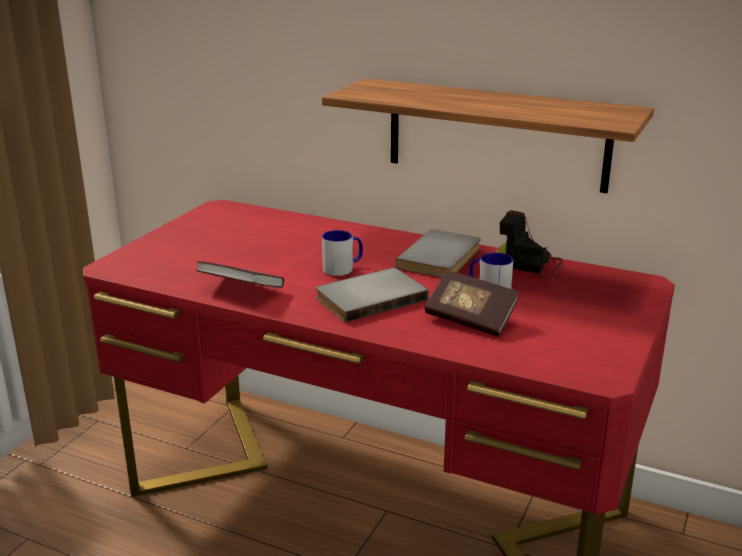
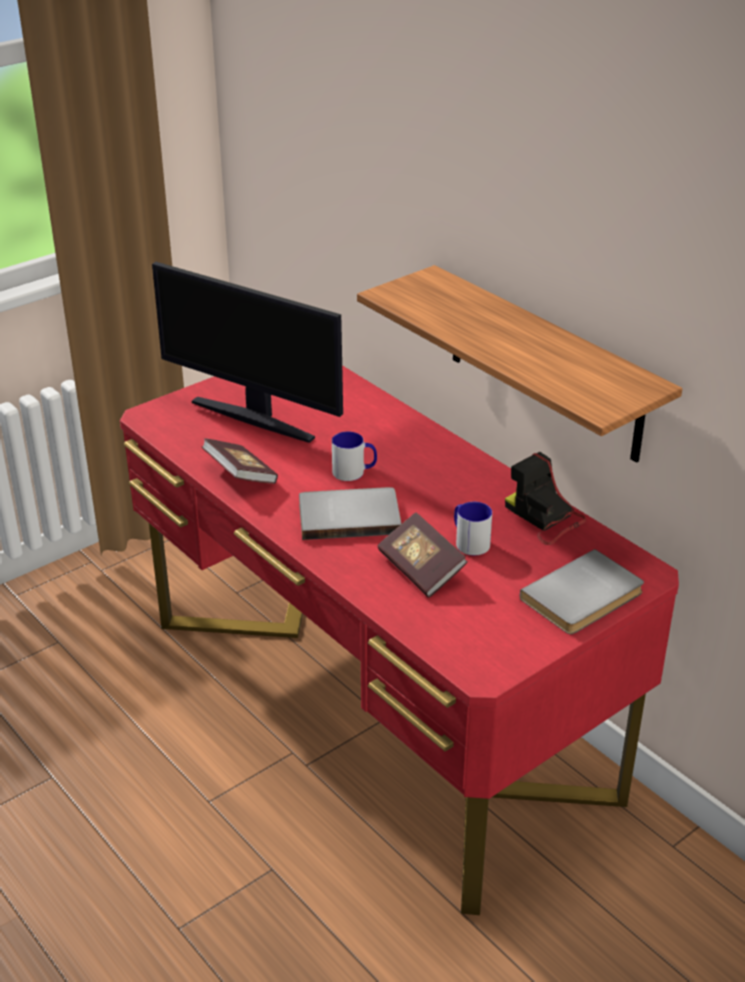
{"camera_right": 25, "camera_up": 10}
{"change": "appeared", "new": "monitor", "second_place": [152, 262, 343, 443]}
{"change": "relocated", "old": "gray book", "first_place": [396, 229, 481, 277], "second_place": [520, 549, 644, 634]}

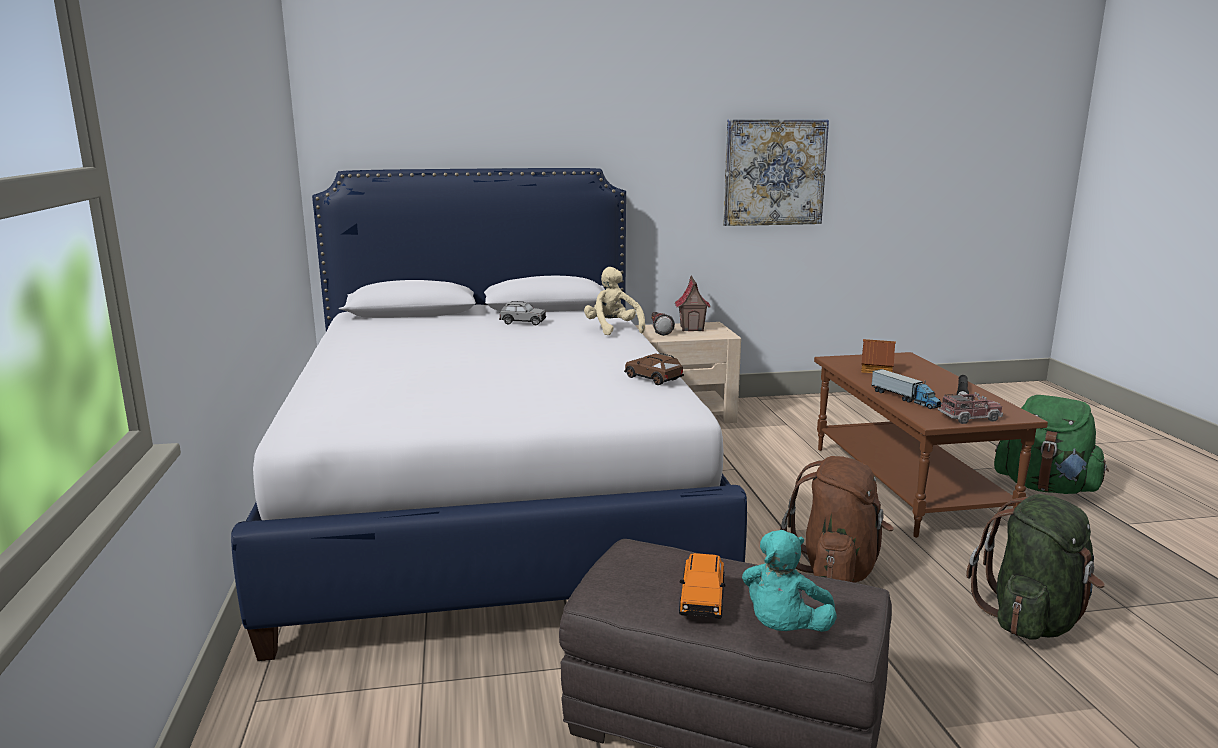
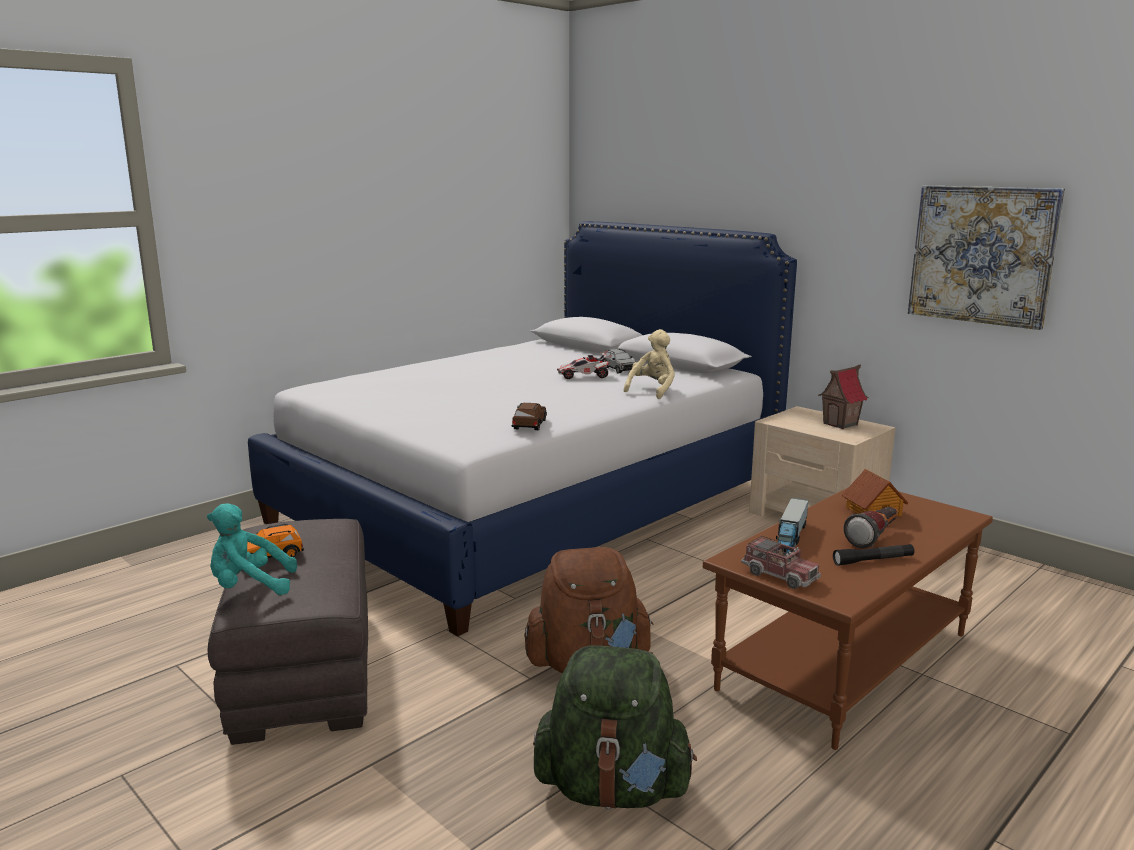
{"camera_right": 55, "camera_up": 0}
{"change": "appeared", "new": "miniature car", "second_place": [557, 351, 612, 379]}
{"change": "relocated", "old": "hand torch", "first_place": [651, 312, 675, 336], "second_place": [844, 507, 898, 549]}
{"change": "missing", "old": "green-coloured rucksack", "first_place": [994, 395, 1109, 494]}

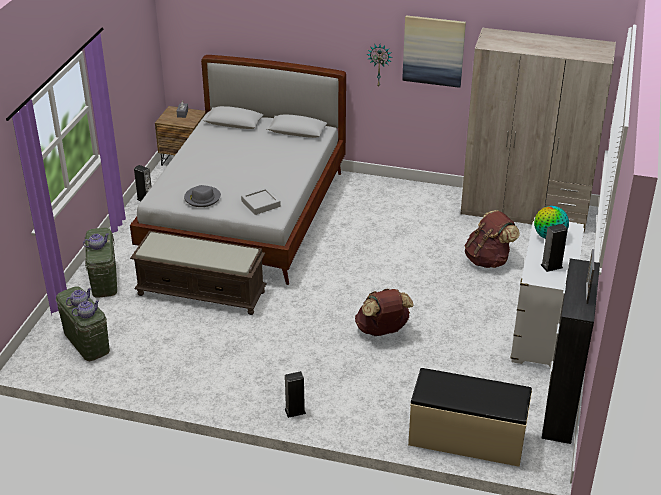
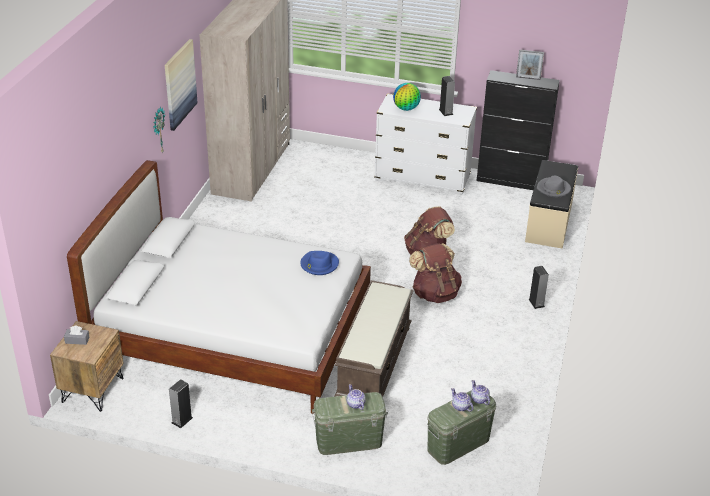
{"camera_right": -90, "camera_up": 0}
{"change": "exchanged", "old": "gray serving tray", "new": "blue-coloured clothing hat", "first_place": [241, 187, 281, 215], "second_place": [300, 251, 339, 275]}
{"change": "relocated", "old": "brown rucksack", "first_place": [464, 210, 520, 268], "second_place": [409, 243, 462, 303]}
{"change": "relocated", "old": "gray clothing hat", "first_place": [184, 185, 221, 207], "second_place": [537, 176, 571, 197]}

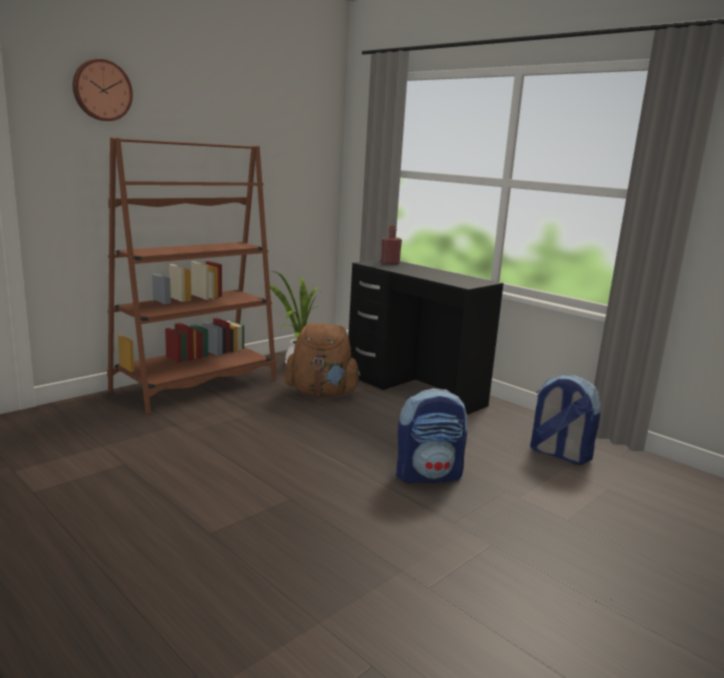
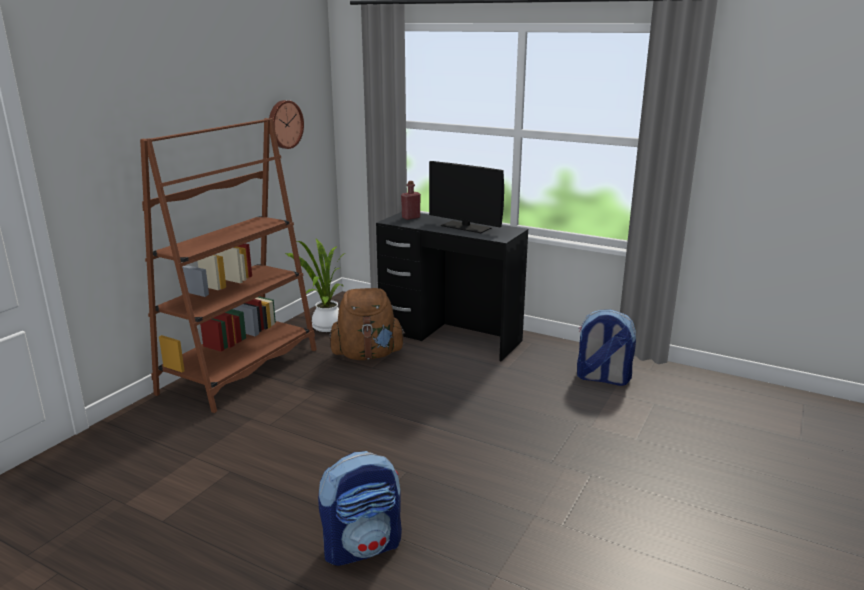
{"camera_right": -15, "camera_up": 5}
{"change": "relocated", "old": "wall clock", "first_place": [73, 59, 133, 121], "second_place": [269, 100, 304, 149]}
{"change": "relocated", "old": "rucksack", "first_place": [396, 388, 468, 483], "second_place": [318, 451, 402, 566]}
{"change": "appeared", "new": "monitor", "second_place": [429, 161, 504, 233]}

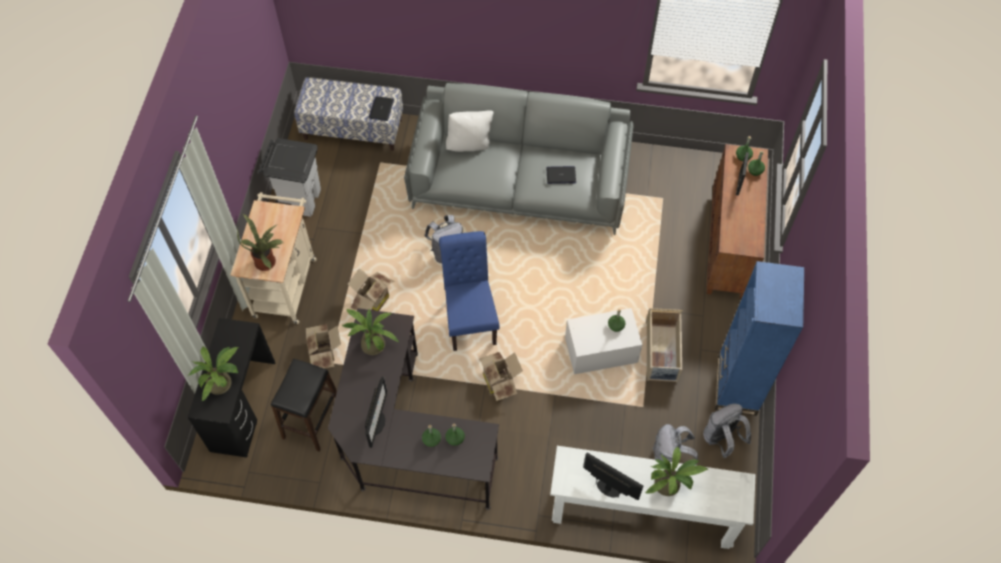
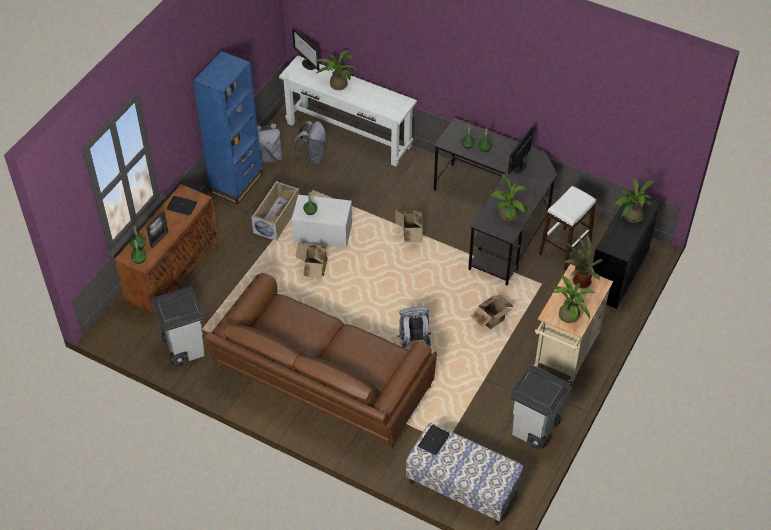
{"camera_right": -160, "camera_up": -10}
{"change": "appeared", "new": "gray waste bin", "second_place": [148, 286, 205, 366]}
{"change": "relocated", "old": "portable computer", "first_place": [546, 166, 576, 184], "second_place": [167, 196, 197, 216]}
{"change": "colour", "old": "gray sofa", "new": "brown sofa", "first_place": [404, 83, 633, 235], "second_place": [205, 273, 437, 451]}
{"change": "relocated", "old": "monitor", "first_place": [583, 453, 643, 500], "second_place": [292, 28, 319, 70]}
{"change": "relocated", "old": "packing box", "first_place": [306, 324, 341, 368], "second_place": [295, 243, 328, 278]}
{"change": "colour", "old": "black-coloured sitting stool", "new": "white-coloured sitting stool", "first_place": [271, 359, 337, 451], "second_place": [539, 186, 596, 270]}
{"change": "appeared", "new": "plant in a pot", "second_place": [553, 275, 595, 323]}
{"change": "missing", "old": "blue-coloured plain chair", "first_place": [439, 231, 499, 351]}
{"change": "missing", "old": "white-coloured cushion", "first_place": [446, 111, 494, 152]}

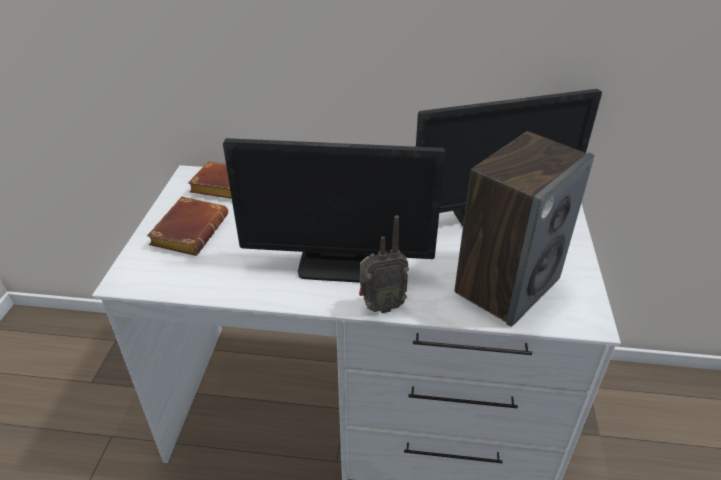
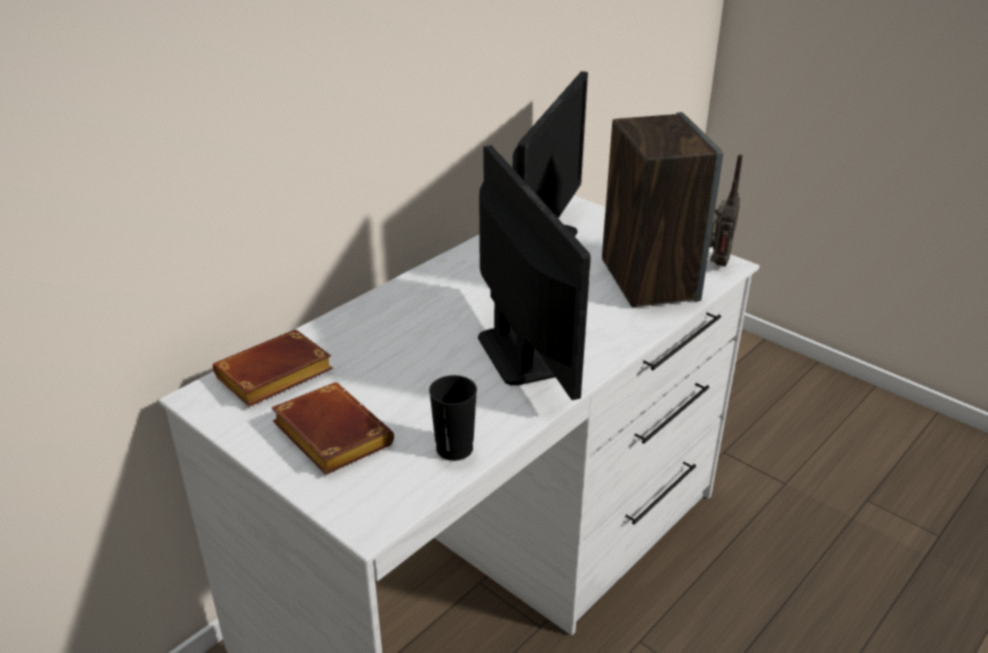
{"camera_right": -55, "camera_up": -5}
{"change": "appeared", "new": "black-coloured small cup", "second_place": [429, 375, 477, 461]}
{"change": "spun", "old": "monitor", "first_place": [223, 138, 445, 283], "second_place": [478, 145, 591, 400], "degrees": -60}
{"change": "relocated", "old": "radio receiver", "first_place": [359, 215, 409, 313], "second_place": [709, 154, 743, 267]}

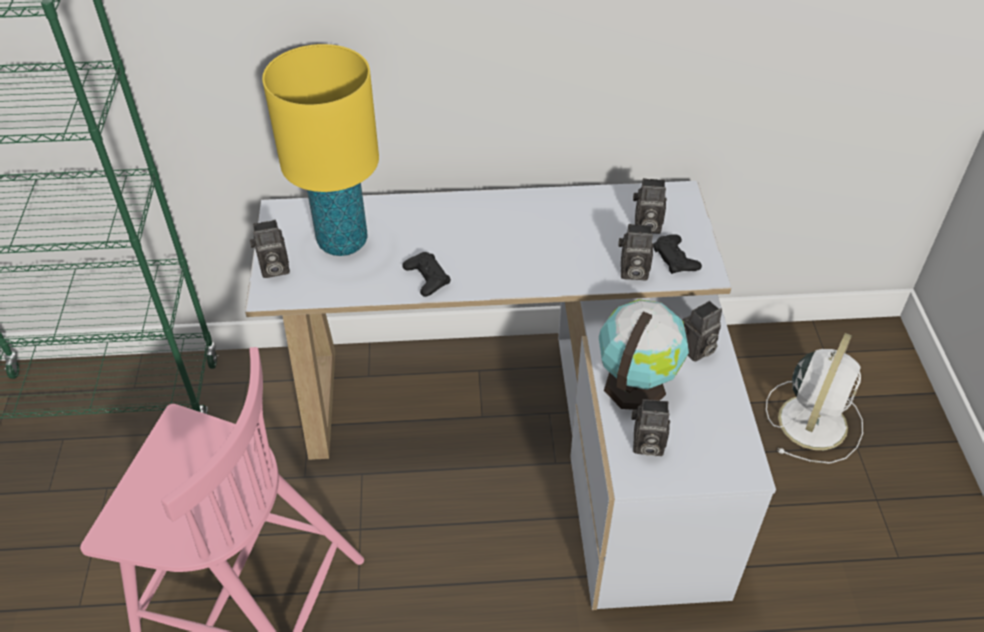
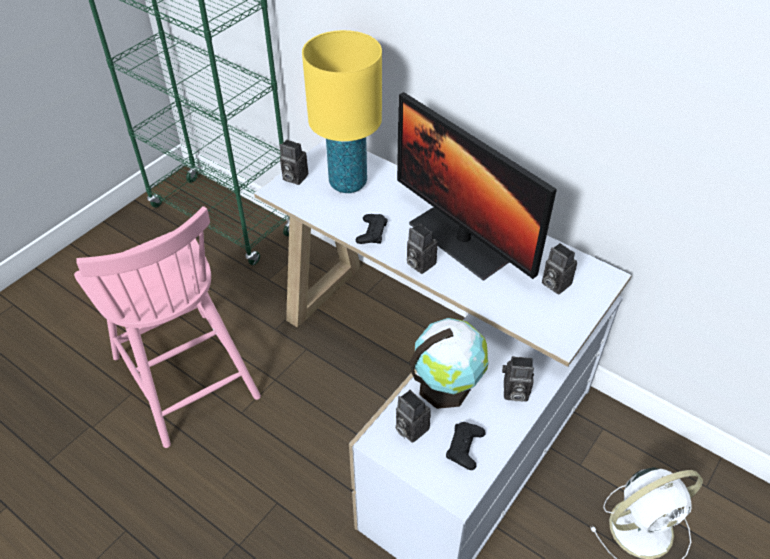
{"camera_right": 40, "camera_up": 0}
{"change": "appeared", "new": "monitor", "second_place": [397, 92, 557, 281]}
{"change": "relocated", "old": "photo camera", "first_place": [618, 224, 654, 280], "second_place": [407, 223, 437, 274]}
{"change": "relocated", "old": "black-coloured game controller", "first_place": [653, 234, 702, 274], "second_place": [446, 422, 486, 470]}

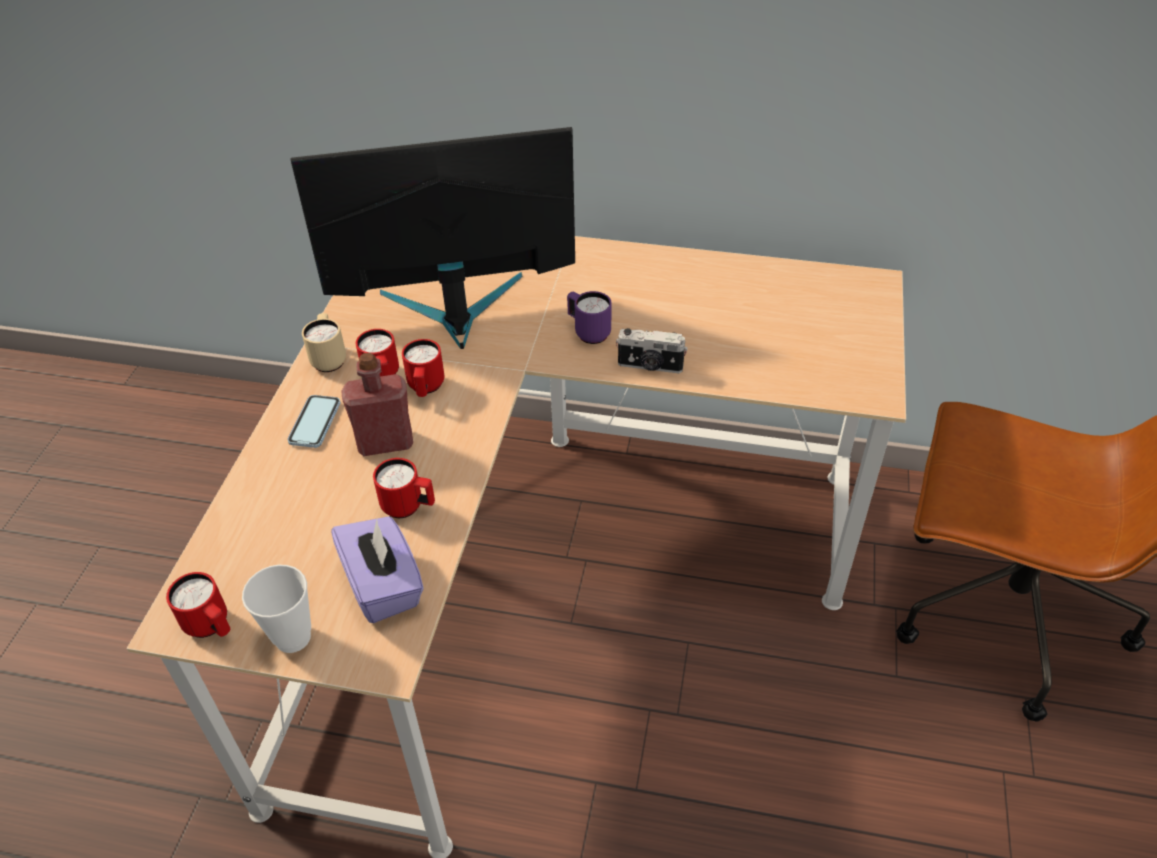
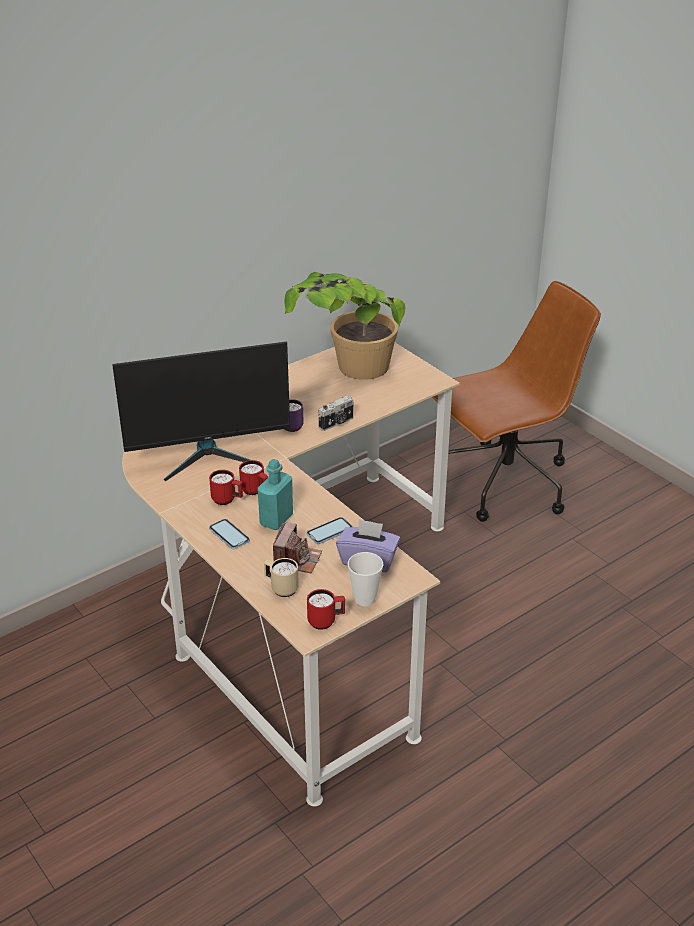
{"camera_right": -50, "camera_up": -10}
{"change": "spun", "old": "monitor", "first_place": [291, 127, 575, 349], "second_place": [112, 342, 290, 481], "degrees": -135}
{"change": "colour", "old": "reddish beverage bottle", "new": "turquoise-coloured beverage bottle", "first_place": [342, 353, 413, 456], "second_place": [257, 459, 293, 530]}
{"change": "relocated", "old": "beige mug", "first_place": [302, 313, 346, 372], "second_place": [264, 558, 299, 597]}
{"change": "appeared", "new": "photo camera", "second_place": [273, 522, 322, 573]}
{"change": "appeared", "new": "plant in a pot", "second_place": [284, 272, 406, 380]}
{"change": "exchanged", "old": "reddish mug", "new": "handset", "first_place": [373, 458, 435, 518], "second_place": [306, 517, 353, 544]}

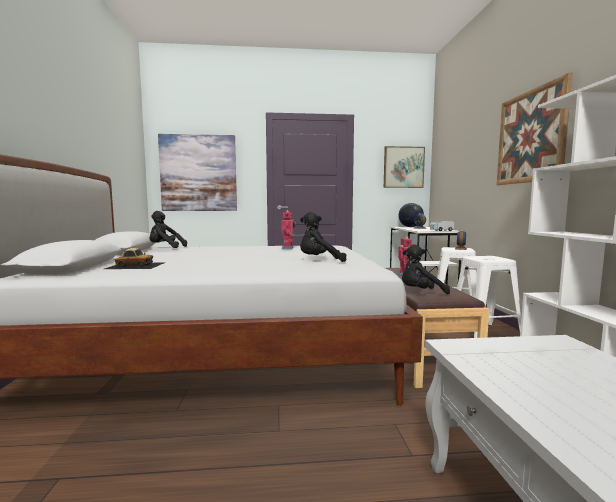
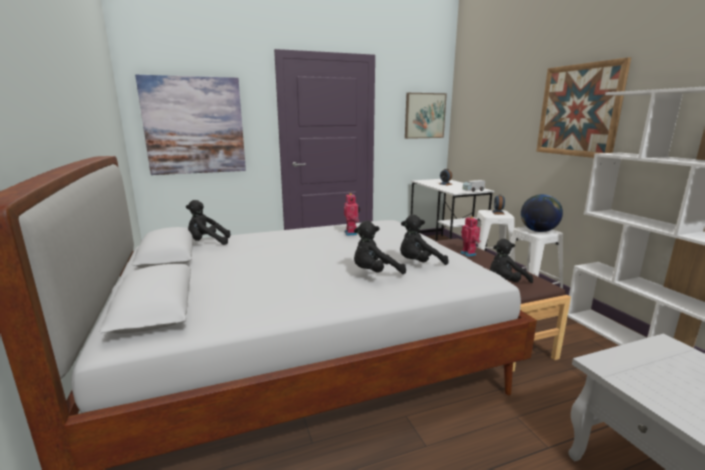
{"camera_right": -15, "camera_up": 10}
{"change": "appeared", "new": "black-coloured soft toy", "second_place": [354, 221, 406, 274]}
{"change": "relocated", "old": "globe", "first_place": [399, 203, 424, 227], "second_place": [521, 194, 563, 232]}
{"change": "missing", "old": "miniature car", "first_place": [104, 248, 164, 269]}

